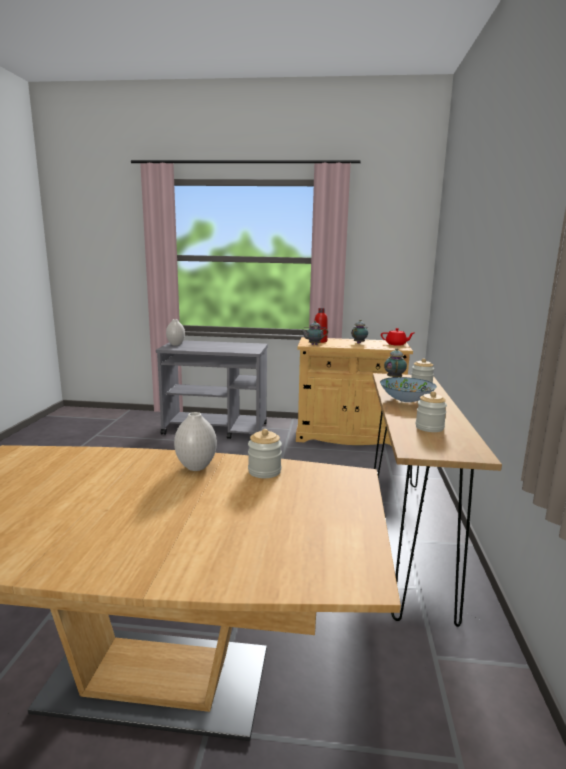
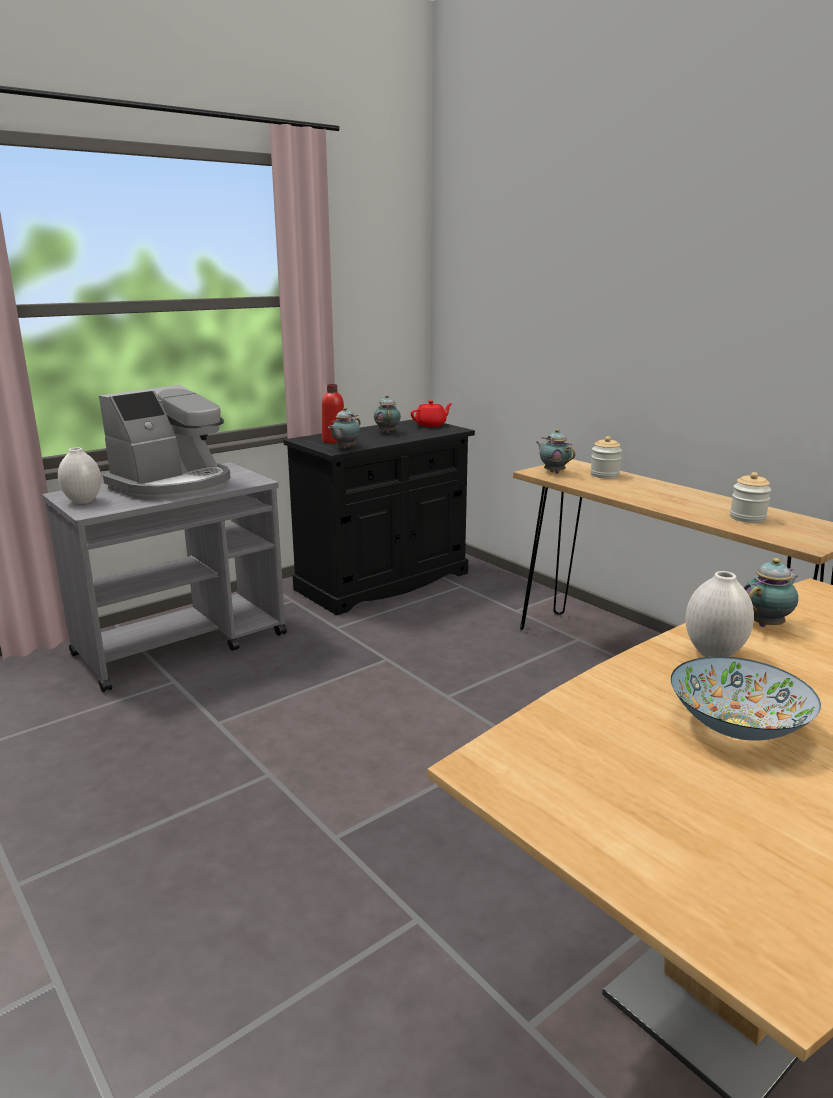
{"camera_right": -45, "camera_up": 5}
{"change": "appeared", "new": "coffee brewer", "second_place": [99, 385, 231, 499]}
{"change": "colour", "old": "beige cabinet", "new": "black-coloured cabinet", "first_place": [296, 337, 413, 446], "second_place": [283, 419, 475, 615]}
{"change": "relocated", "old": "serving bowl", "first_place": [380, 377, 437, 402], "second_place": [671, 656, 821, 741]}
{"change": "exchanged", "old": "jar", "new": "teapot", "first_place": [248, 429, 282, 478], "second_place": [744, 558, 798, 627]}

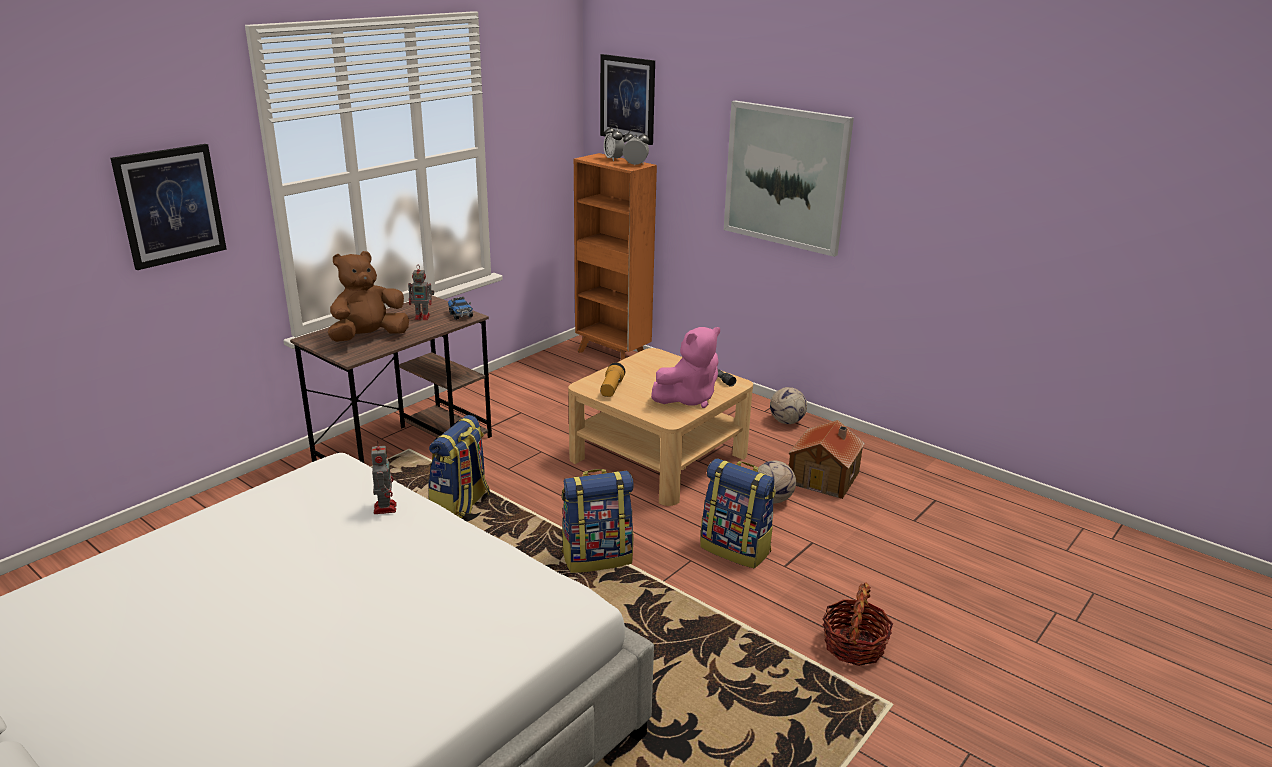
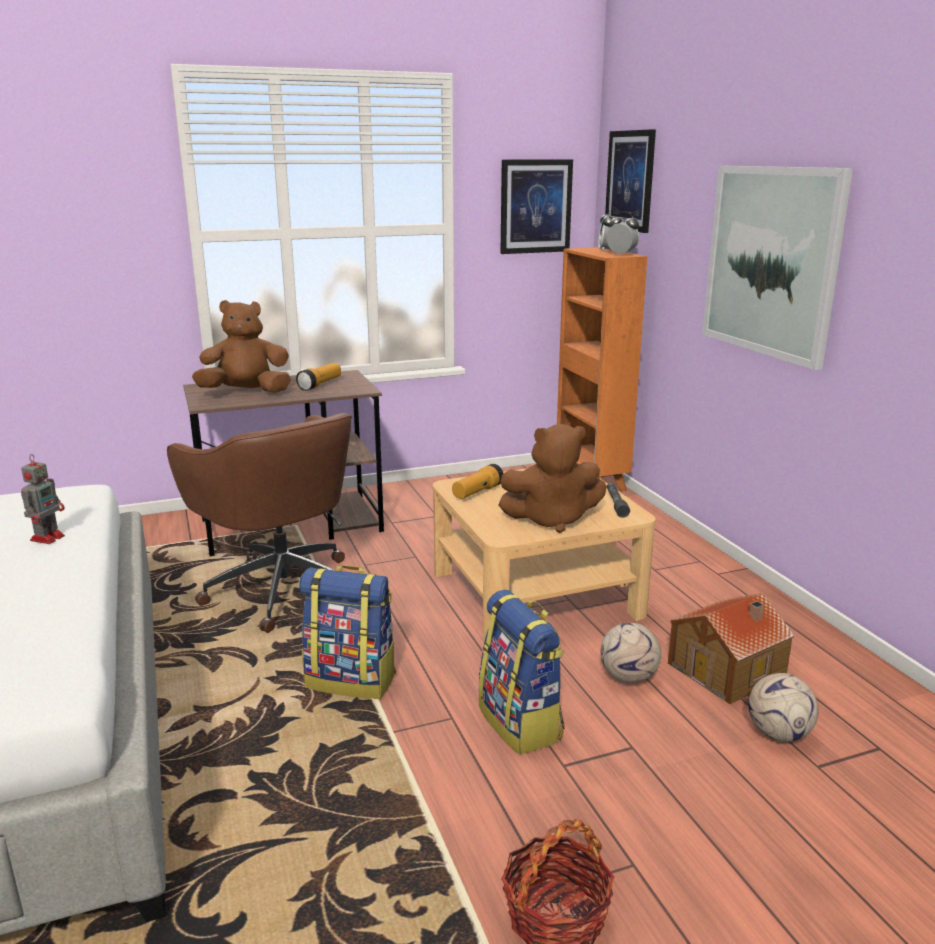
{"camera_right": 30, "camera_up": -5}
{"change": "exchanged", "old": "rucksack", "new": "brown desk chair", "first_place": [428, 415, 490, 519], "second_place": [167, 413, 352, 633]}
{"change": "exchanged", "old": "toy robot", "new": "hand torch", "first_place": [408, 266, 434, 320], "second_place": [296, 363, 341, 391]}
{"change": "colour", "old": "pink soft toy", "new": "brown soft toy", "first_place": [651, 327, 720, 408], "second_place": [499, 424, 607, 533]}
{"change": "relocated", "old": "wall picture", "first_place": [111, 144, 227, 270], "second_place": [500, 159, 573, 254]}
{"change": "relocated", "old": "football ball", "first_place": [770, 387, 807, 424], "second_place": [748, 673, 819, 742]}
{"change": "missing", "old": "toy lorry", "first_place": [448, 297, 473, 320]}

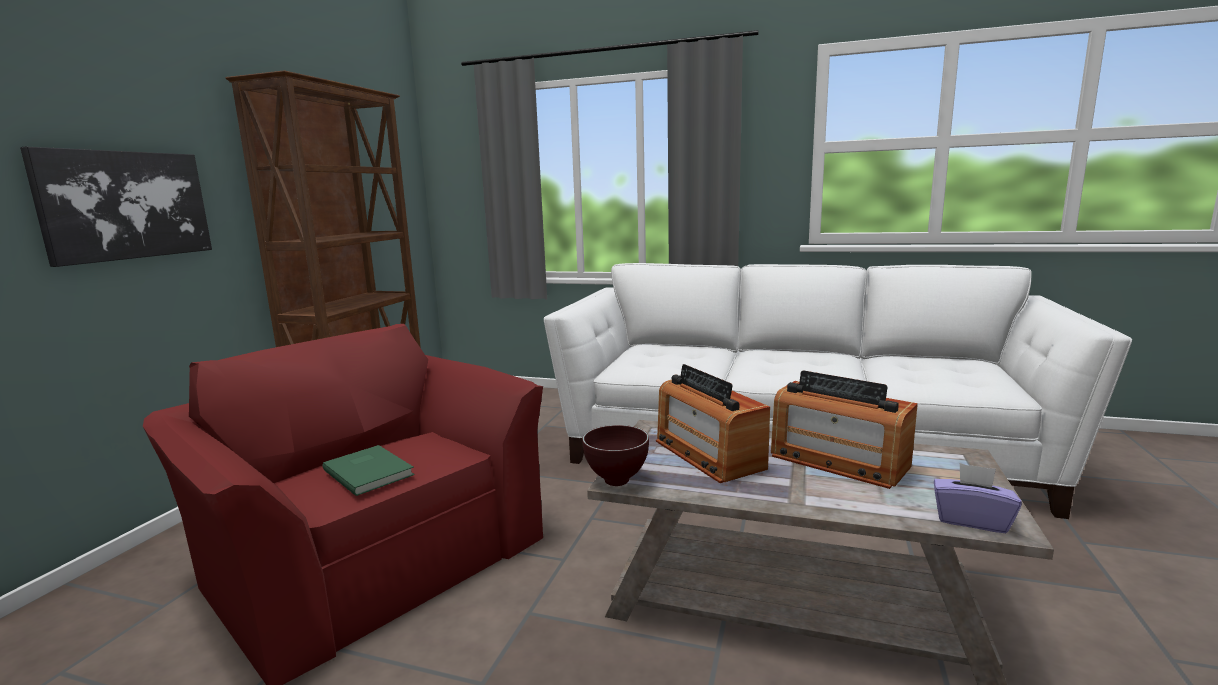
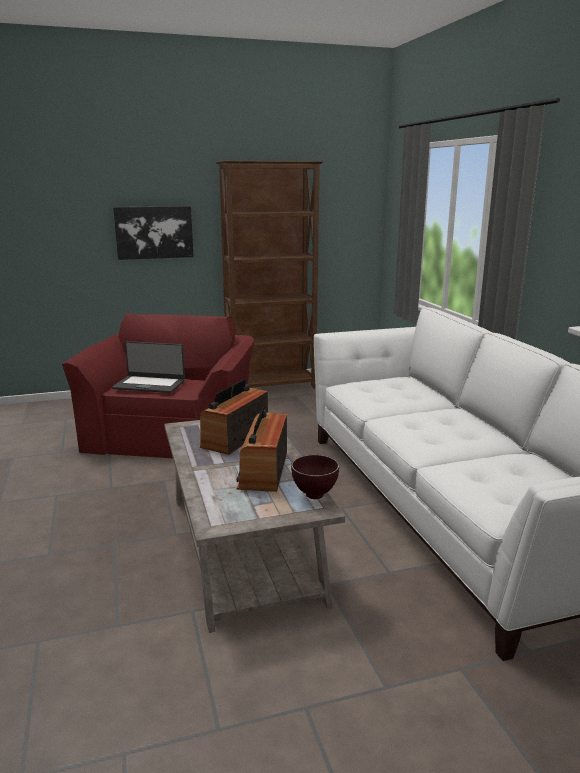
{"camera_right": 55, "camera_up": 5}
{"change": "exchanged", "old": "green-coloured book", "new": "portable computer", "first_place": [322, 445, 415, 496], "second_place": [112, 341, 185, 393]}
{"change": "relocated", "old": "brown serving bowl", "first_place": [582, 425, 649, 486], "second_place": [291, 455, 339, 499]}
{"change": "missing", "old": "purple tissue holder", "first_place": [934, 463, 1022, 533]}

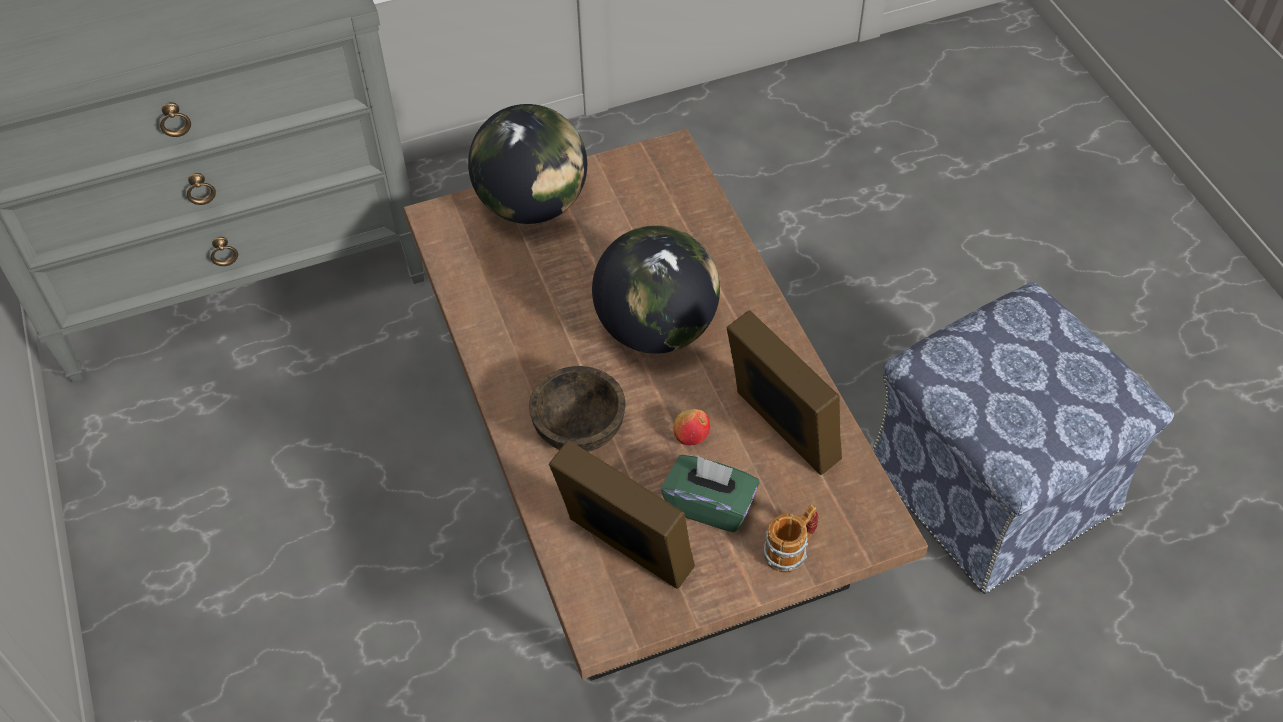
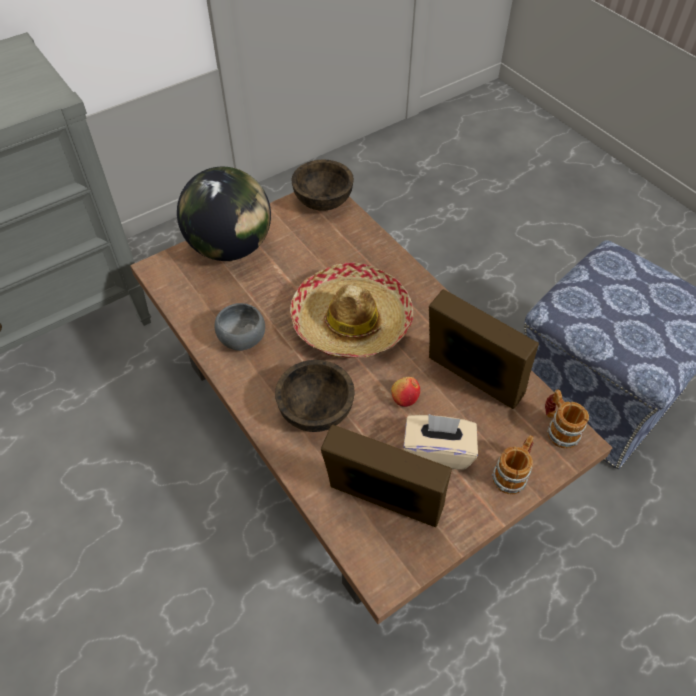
{"camera_right": -15, "camera_up": 0}
{"change": "appeared", "new": "gray serving bowl", "second_place": [214, 303, 265, 351]}
{"change": "exchanged", "old": "globe", "new": "clothing hat", "first_place": [592, 225, 720, 354], "second_place": [290, 262, 413, 358]}
{"change": "appeared", "new": "brown serving bowl", "second_place": [291, 159, 354, 211]}
{"change": "colour", "old": "green-coloured tissue holder", "new": "beige tissue holder", "first_place": [661, 455, 759, 532], "second_place": [403, 414, 478, 469]}
{"change": "appeared", "new": "mug", "second_place": [545, 389, 589, 449]}

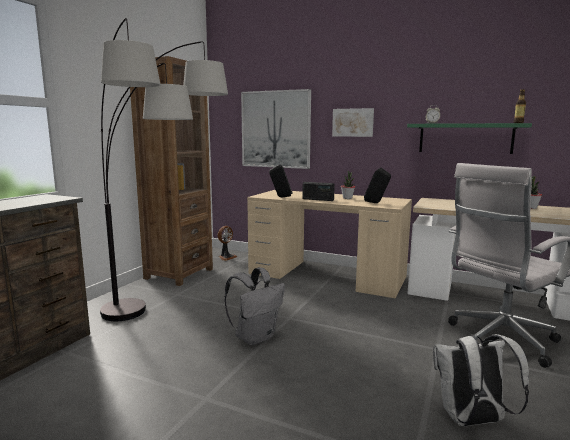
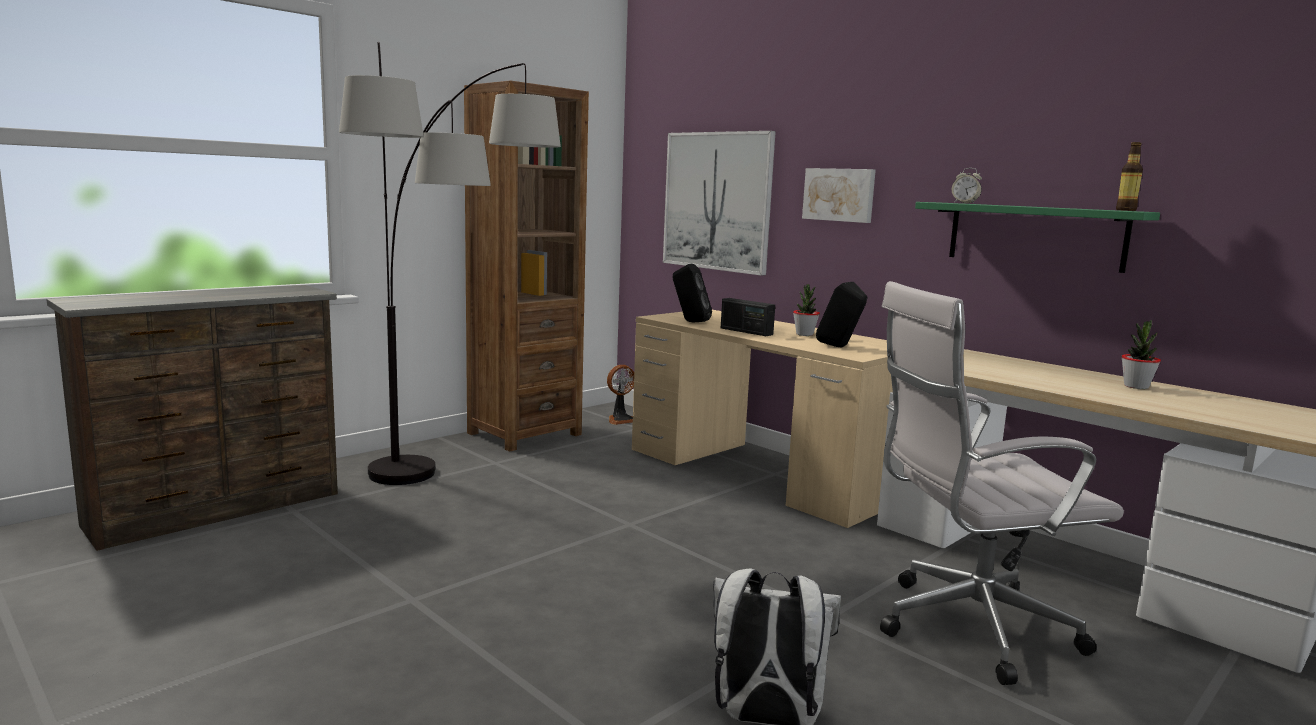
{"camera_right": 20, "camera_up": 0}
{"change": "missing", "old": "gray rucksack", "first_place": [224, 267, 285, 345]}

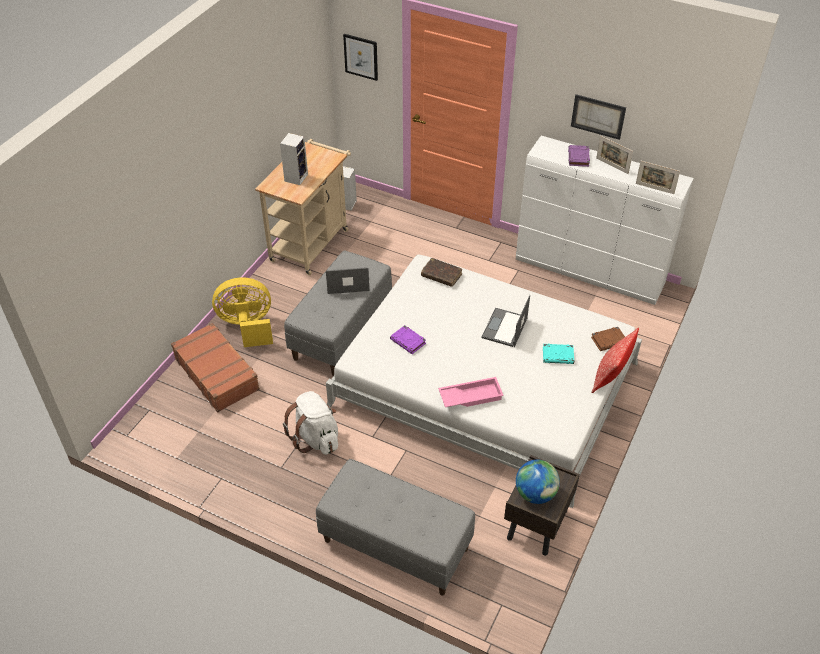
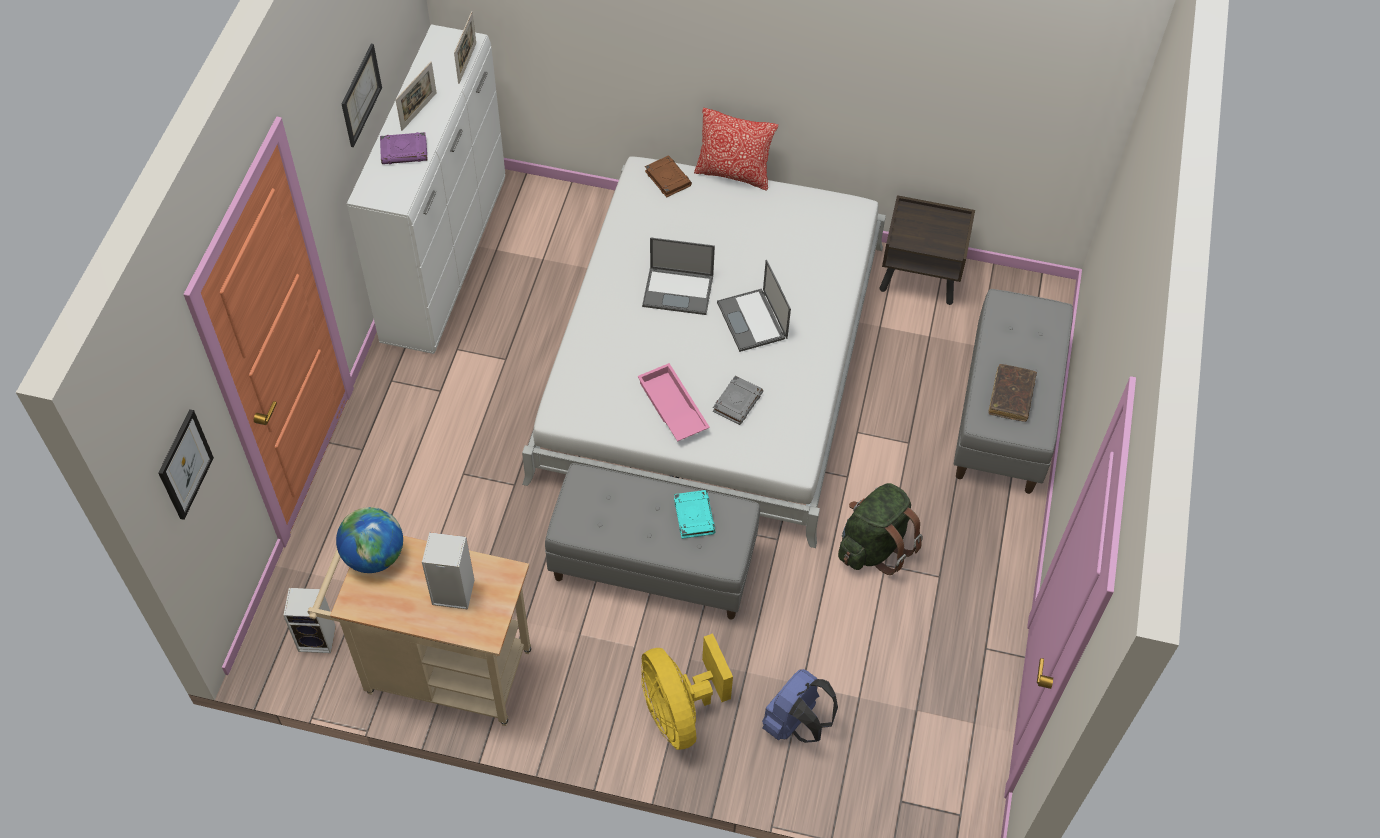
{"camera_right": -105, "camera_up": 10}
{"change": "relocated", "old": "globe", "first_place": [516, 460, 560, 504], "second_place": [336, 507, 403, 573]}
{"change": "relocated", "old": "pink serving tray", "first_place": [438, 377, 504, 407], "second_place": [638, 363, 710, 442]}
{"change": "relocated", "old": "turquoise-coloured book", "first_place": [543, 344, 574, 364], "second_place": [674, 490, 715, 539]}
{"change": "colour", "old": "purple book", "new": "gray book", "first_place": [390, 325, 426, 354], "second_place": [713, 375, 763, 425]}
{"change": "relocated", "old": "portable computer", "first_place": [326, 267, 369, 294], "second_place": [717, 260, 791, 352]}
{"change": "exchanged", "old": "brown piece of luggage", "new": "blue-coloured rucksack", "first_place": [171, 323, 260, 413], "second_place": [762, 669, 838, 743]}
{"change": "colour", "old": "white-coloured rucksack", "new": "green-coloured rucksack", "first_place": [283, 391, 338, 455], "second_place": [838, 483, 923, 575]}
{"change": "relocated", "old": "brown book", "first_place": [421, 258, 462, 287], "second_place": [988, 364, 1037, 422]}

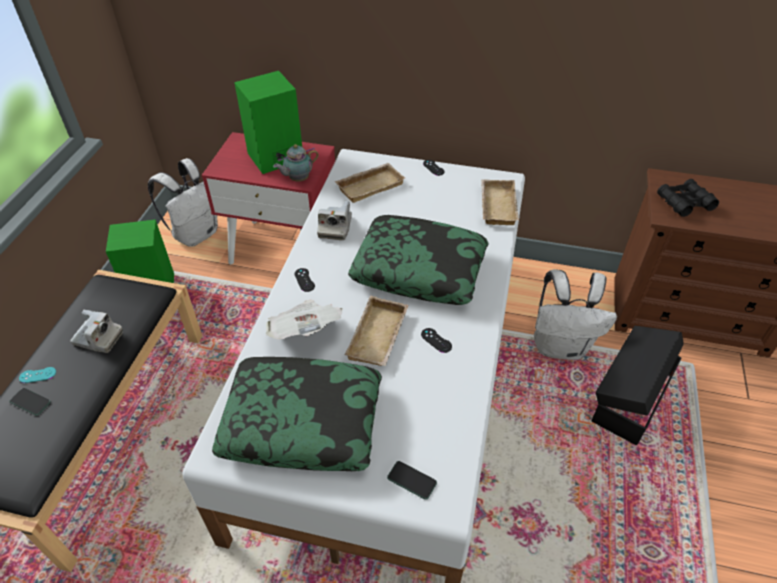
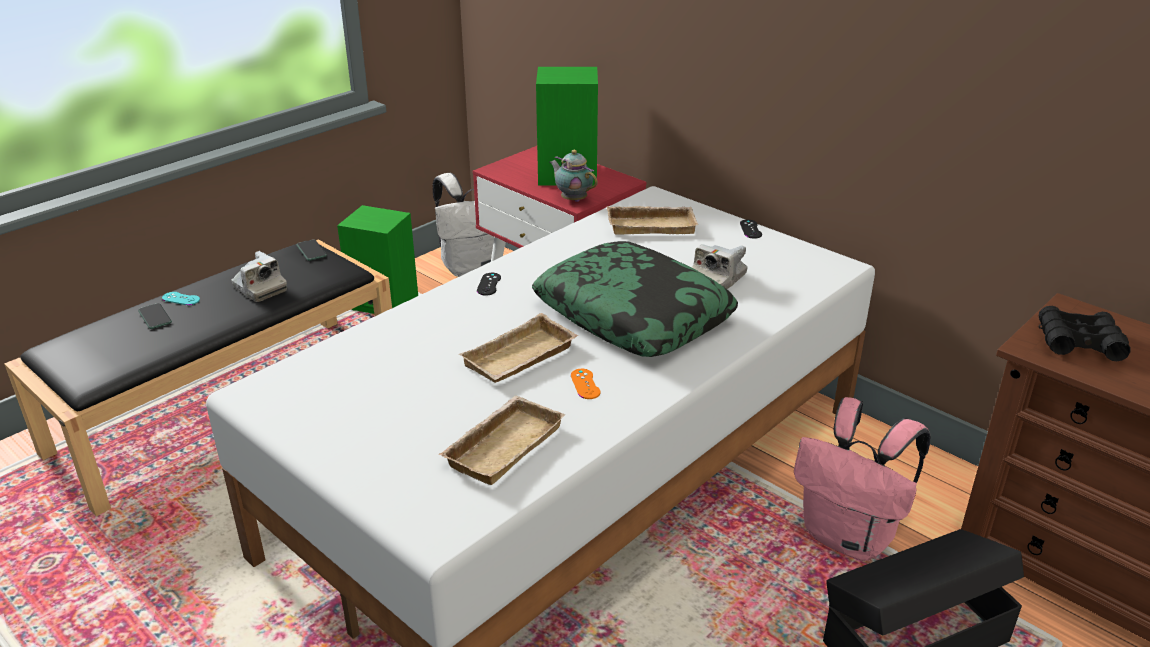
{"camera_right": 30, "camera_up": -15}
{"change": "relocated", "old": "handset", "first_place": [387, 461, 437, 500], "second_place": [297, 240, 327, 261]}
{"change": "relocated", "old": "beige serving tray", "first_place": [481, 180, 519, 225], "second_place": [439, 396, 565, 485]}
{"change": "spun", "old": "teapot", "first_place": [273, 144, 319, 181], "second_place": [550, 150, 597, 202], "degrees": 45}
{"change": "colour", "old": "black-coloured game controller", "new": "orange-coloured game controller", "first_place": [421, 328, 452, 353], "second_place": [571, 369, 600, 399]}
{"change": "relocated", "old": "photo camera", "first_place": [317, 201, 352, 240], "second_place": [692, 244, 748, 289]}
{"change": "colour", "old": "white-coloured rucksack", "new": "pink rucksack", "first_place": [534, 269, 617, 360], "second_place": [794, 397, 931, 561]}
{"change": "missing", "old": "cushion", "first_place": [212, 357, 382, 471]}
{"change": "missing", "old": "newspaper", "first_place": [266, 300, 343, 339]}

